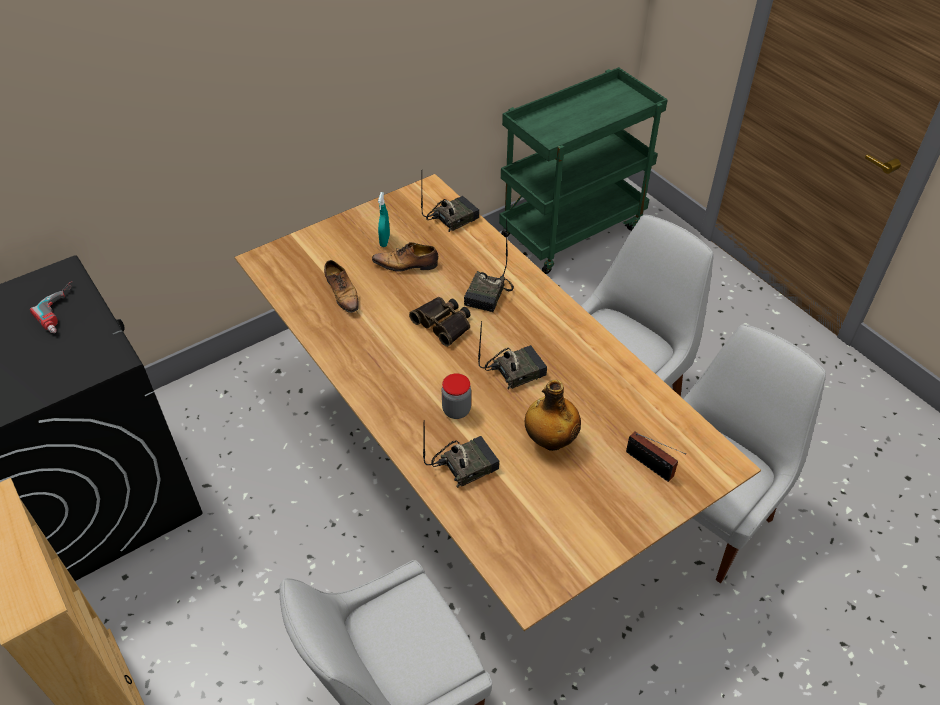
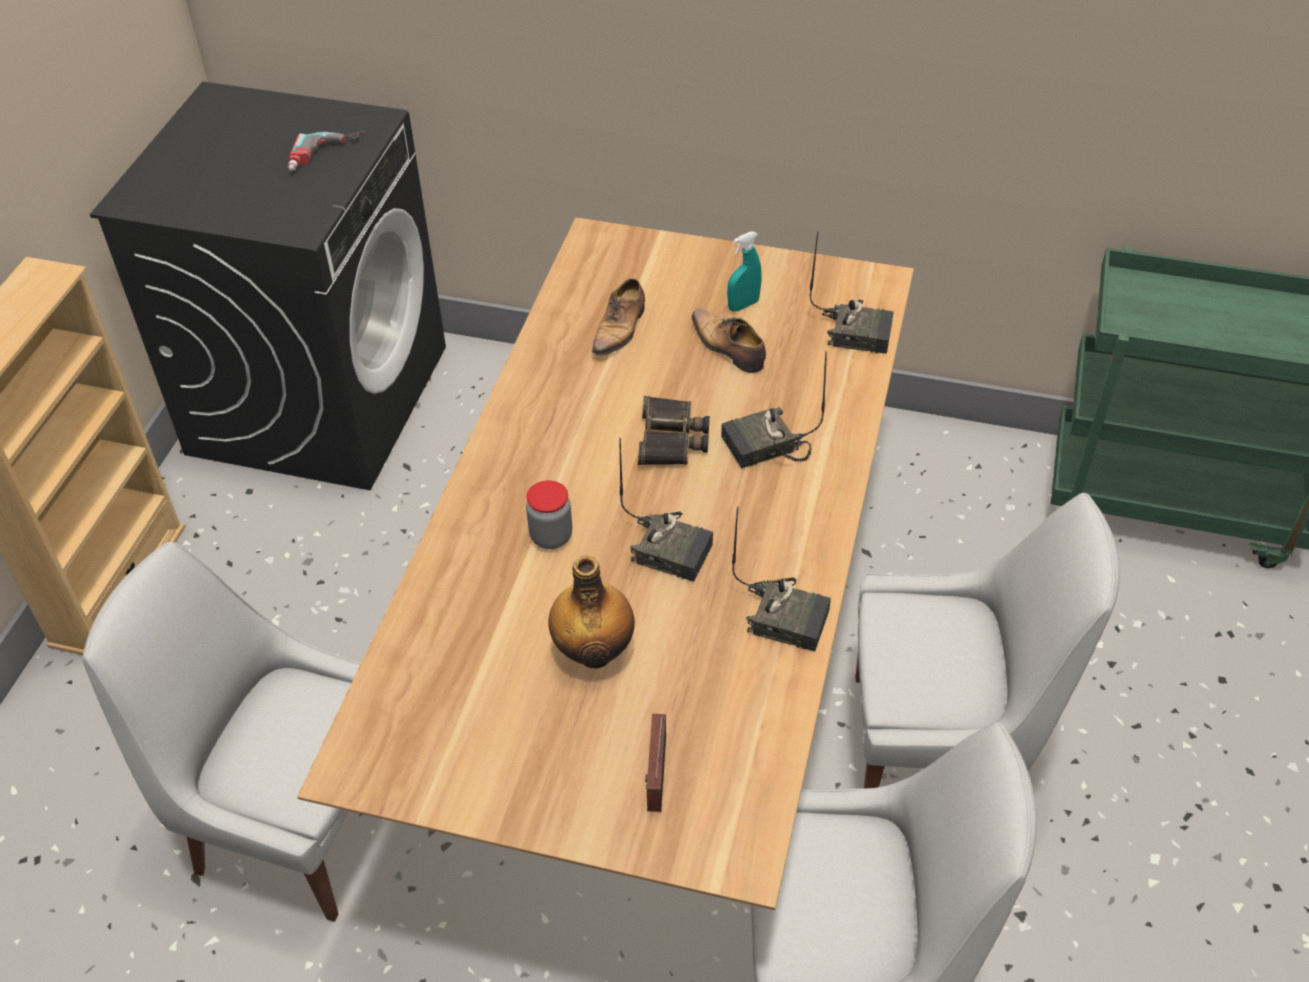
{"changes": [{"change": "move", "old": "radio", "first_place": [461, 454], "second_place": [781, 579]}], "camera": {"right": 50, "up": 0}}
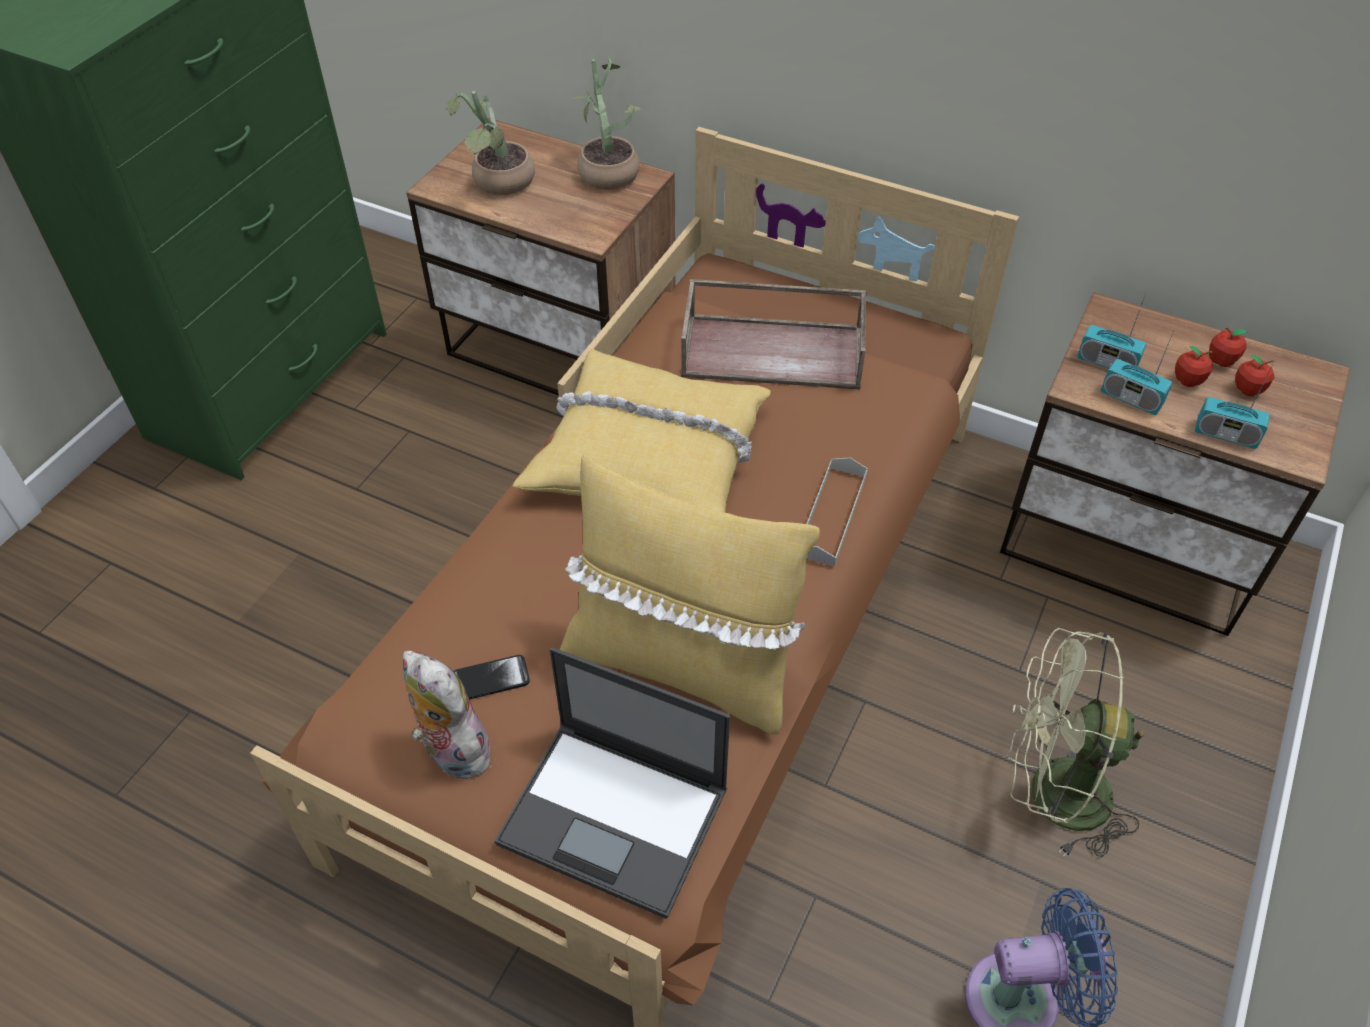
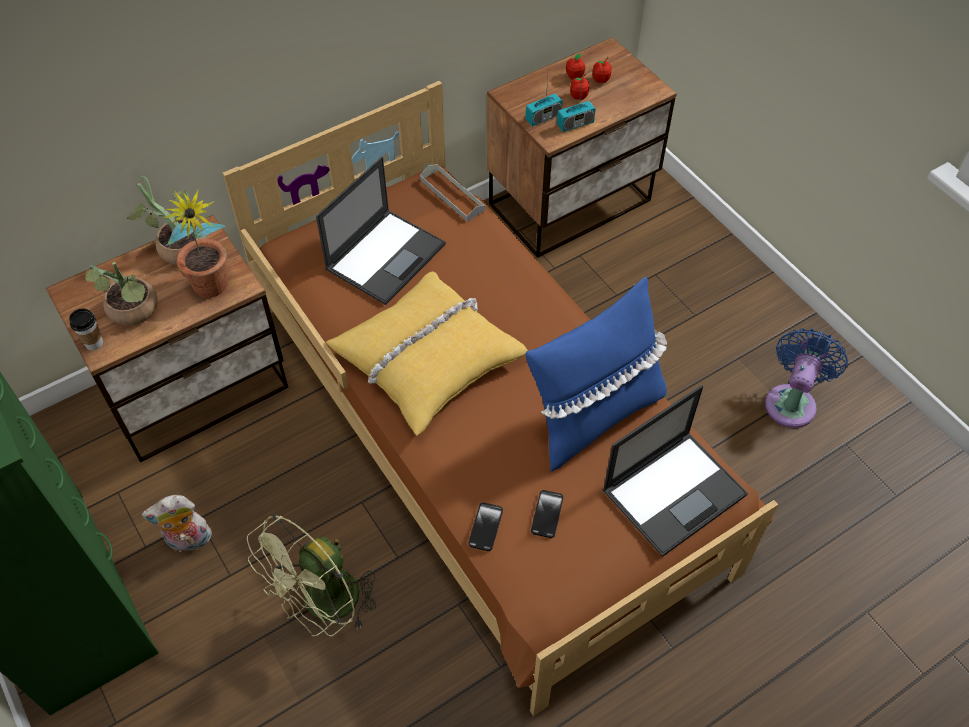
{"changes": [{"change": "insert", "new": "tasse", "second_place": [86, 329]}, {"change": "move", "old": "peluche", "first_place": [448, 715], "second_place": [176, 523]}, {"change": "insert", "new": "plante en pot", "second_place": [196, 244]}, {"change": "move", "old": "ventilateur/vert", "first_place": [1075, 743], "second_place": [311, 575]}, {"change": "replace", "old": "plateau/marron", "new": "ordinateur portable", "first_place": [774, 334], "second_place": [381, 231]}, {"change": "move", "old": "plateau/gris", "first_place": [837, 512], "second_place": [453, 193]}, {"change": "insert", "new": "téléphone", "second_place": [485, 526]}, {"change": "recolor", "old": "coussin/jaune", "new": "coussin/bleu", "first_place": [690, 594], "second_place": [596, 374]}, {"change": "delete", "old": "radio", "first_place": [1234, 407]}], "camera": {"right": -60, "up": 5}}
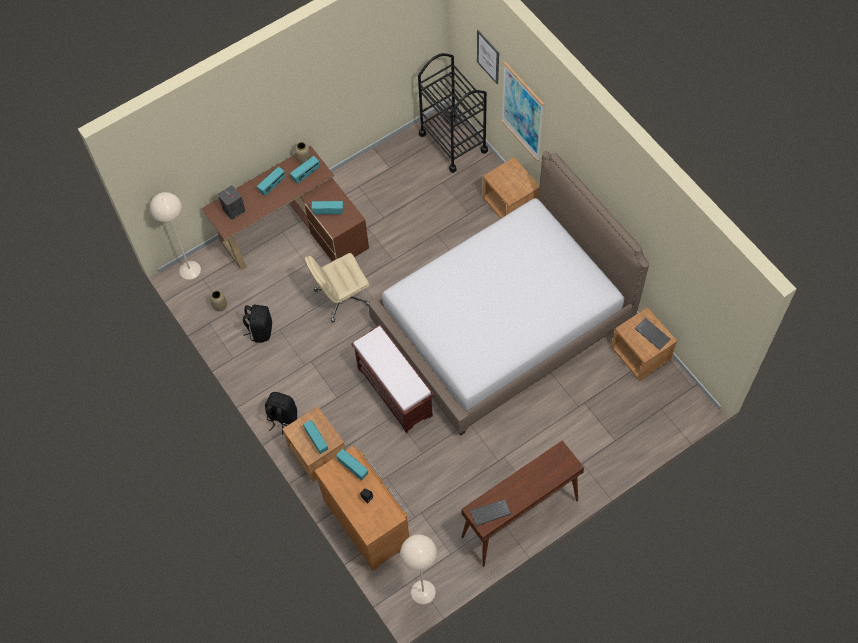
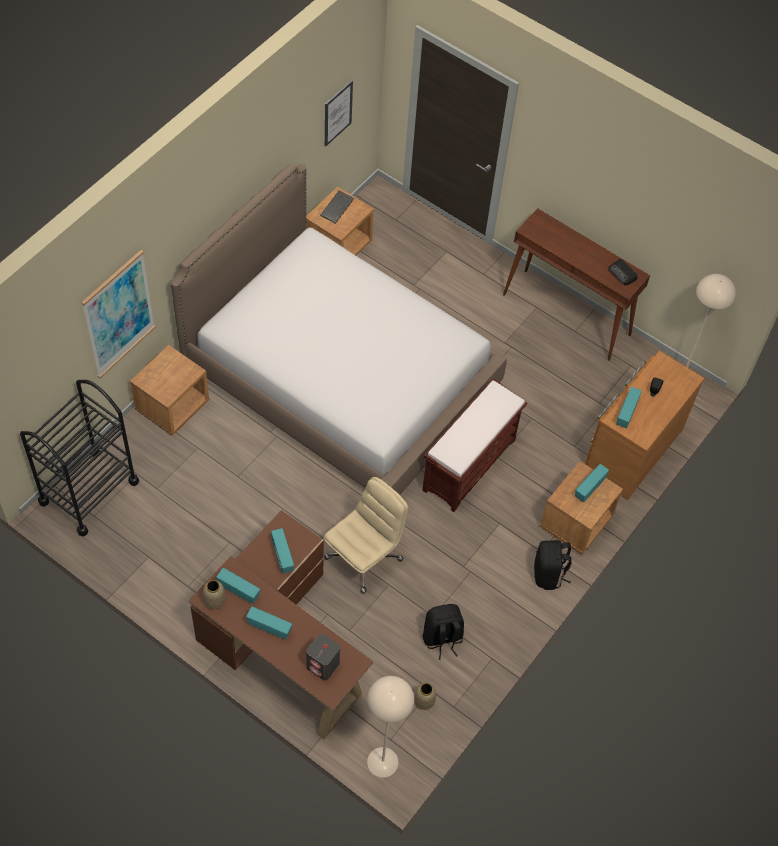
{"changes": [{"change": "rotate", "old": "chaise de bureau/beige", "first_place": [337, 287], "second_place": [365, 535], "degrees": -90}, {"change": "move", "old": "tableau", "first_place": [488, 57], "second_place": [339, 113]}, {"change": "replace", "old": "clavier", "new": "radio", "first_place": [490, 512], "second_place": [623, 272]}], "camera": {"right": -115, "up": -5}}
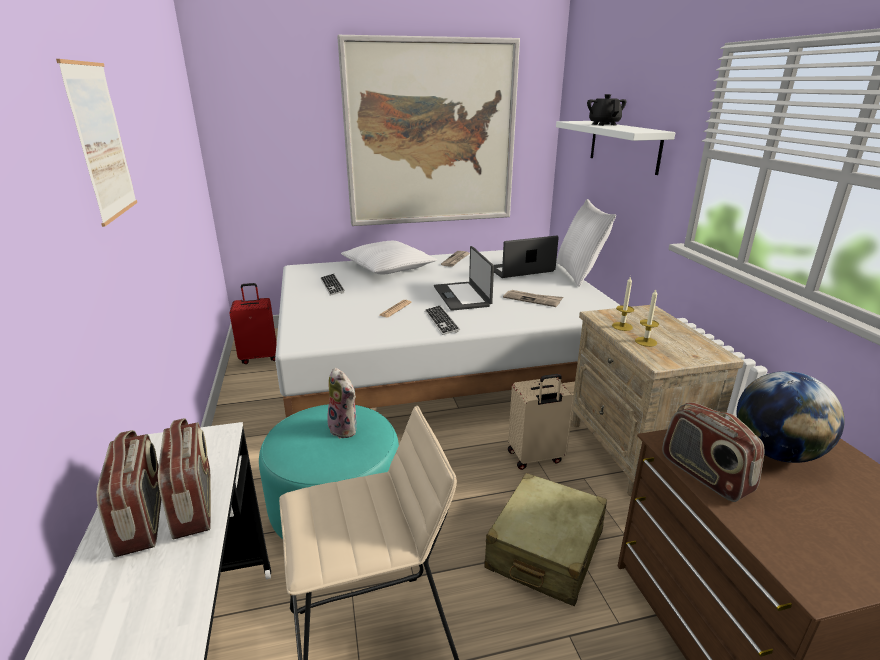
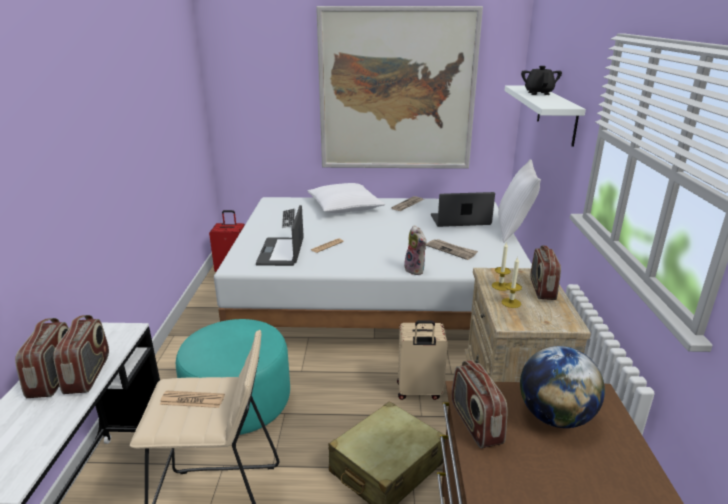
{"changes": [{"change": "insert", "new": "journal", "second_place": [192, 399]}, {"change": "move", "old": "ordinateur portable", "first_place": [464, 278], "second_place": [280, 235]}, {"change": "move", "old": "peluche", "first_place": [342, 403], "second_place": [415, 250]}, {"change": "insert", "new": "radio", "second_place": [545, 272]}, {"change": "delete", "old": "tableau", "first_place": [96, 143]}, {"change": "delete", "old": "clavier", "first_place": [442, 320]}], "camera": {"right": 15, "up": 0}}
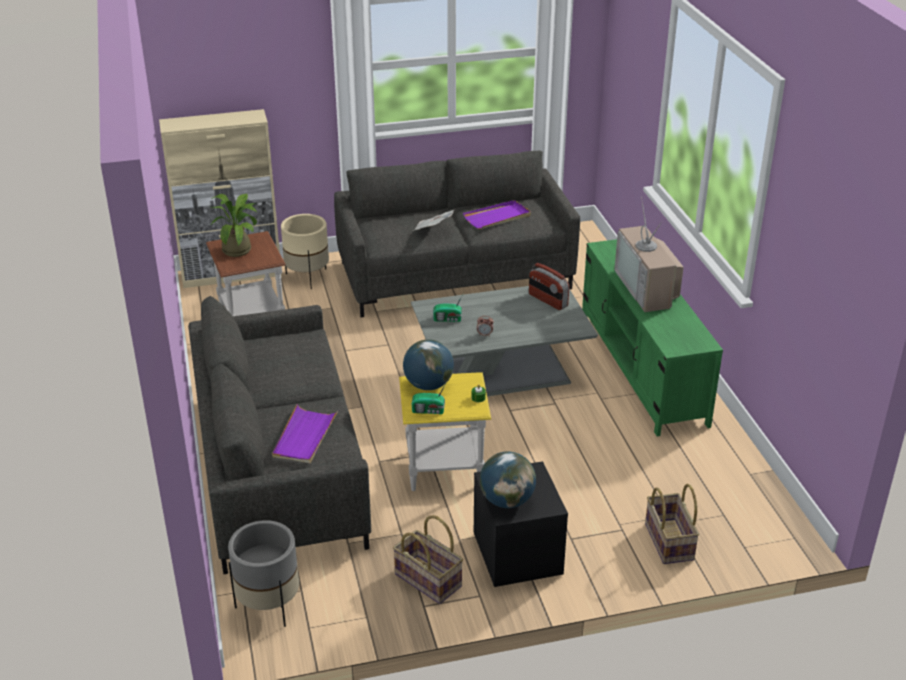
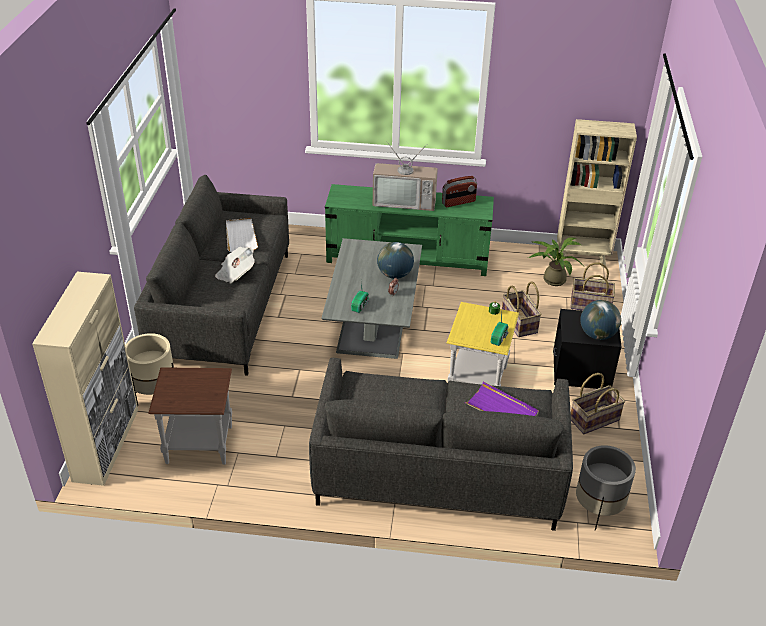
{"changes": [{"change": "recolor", "old": "plateau/violet", "new": "plateau/blanc", "first_place": [497, 214], "second_place": [242, 235]}, {"change": "move", "old": "globe", "first_place": [428, 364], "second_place": [395, 260]}, {"change": "move", "old": "radio", "first_place": [549, 286], "second_place": [459, 191]}, {"change": "insert", "new": "panier", "second_place": [522, 309]}, {"change": "move", "old": "plante en pot", "first_place": [233, 225], "second_place": [556, 261]}, {"change": "insert", "new": "bibliothèque/beige", "second_place": [597, 193]}], "camera": {"right": -70, "up": 5}}
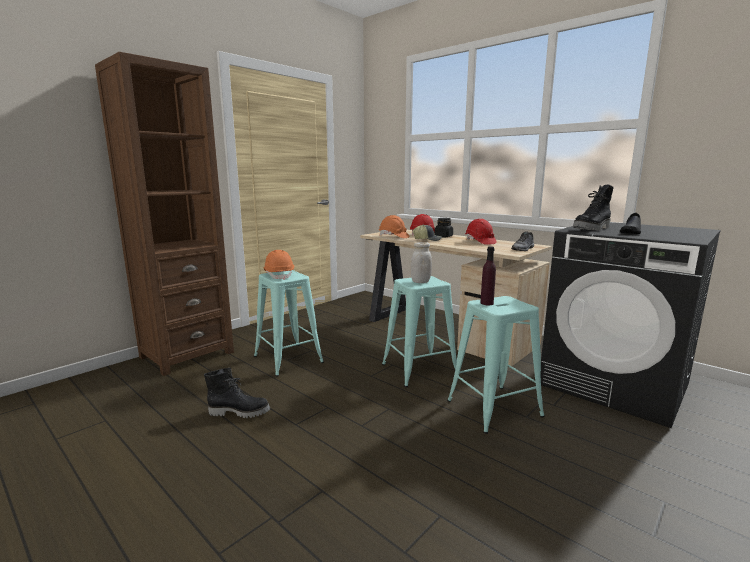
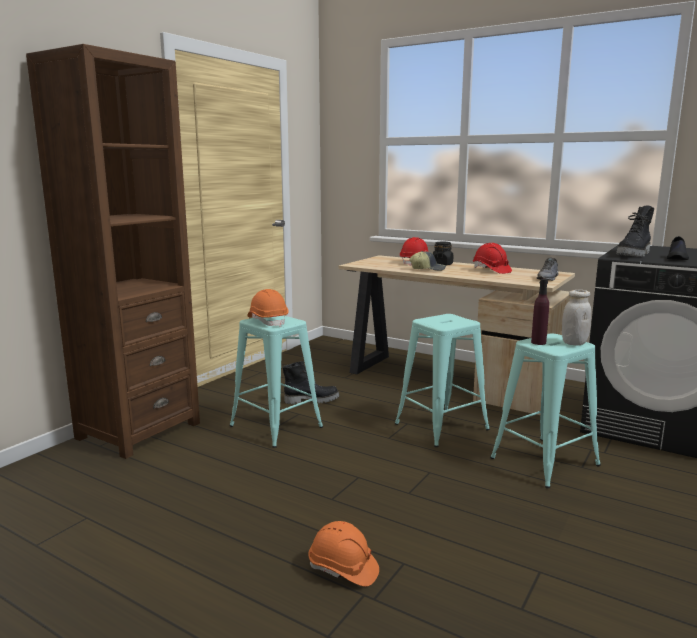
{"changes": [{"change": "move", "old": "botte/noir", "first_place": [237, 393], "second_place": [311, 382]}, {"change": "move", "old": "casque de chantier/orange", "first_place": [394, 226], "second_place": [343, 554]}, {"change": "move", "old": "bocal/blanc", "first_place": [421, 262], "second_place": [577, 317]}], "camera": {"right": -10, "up": 0}}
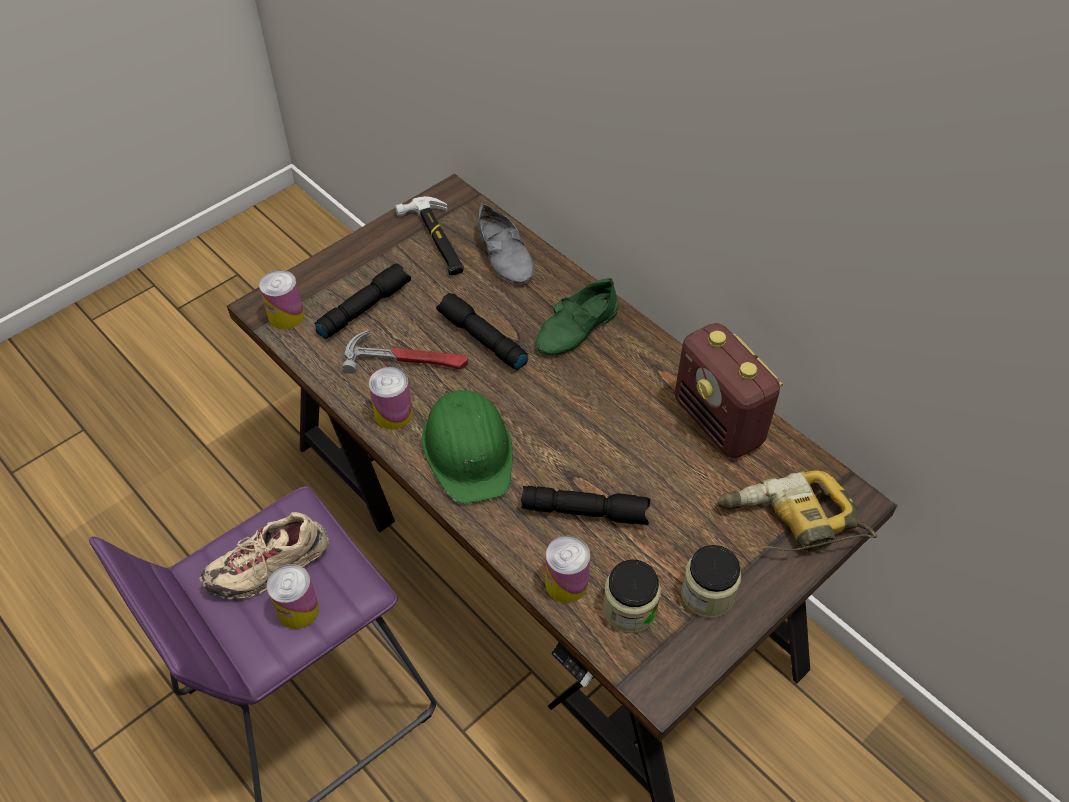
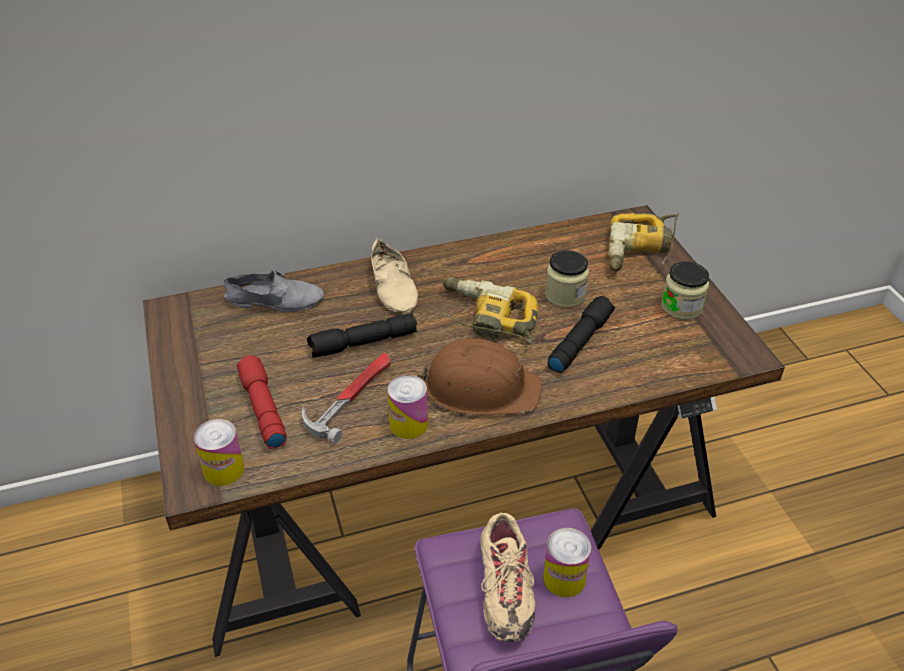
{"changes": [{"change": "recolor", "old": "lampe de poche/noir", "new": "lampe de poche/rouge", "first_place": [362, 301], "second_place": [262, 402]}, {"change": "recolor", "old": "chaussure/vert", "new": "chaussure/beige", "first_place": [577, 316], "second_place": [394, 276]}, {"change": "recolor", "old": "casque de chantier/vert", "new": "casque de chantier/marron", "first_place": [467, 447], "second_place": [479, 377]}, {"change": "insert", "new": "perceuse", "second_place": [490, 311]}, {"change": "move", "old": "bocal", "first_place": [632, 596], "second_place": [567, 279]}, {"change": "delete", "old": "marteau", "first_place": [429, 235]}, {"change": "delete", "old": "boîte métallique", "first_place": [567, 569]}, {"change": "delete", "old": "radio", "first_place": [729, 390]}], "camera": {"right": -65, "up": -10}}
